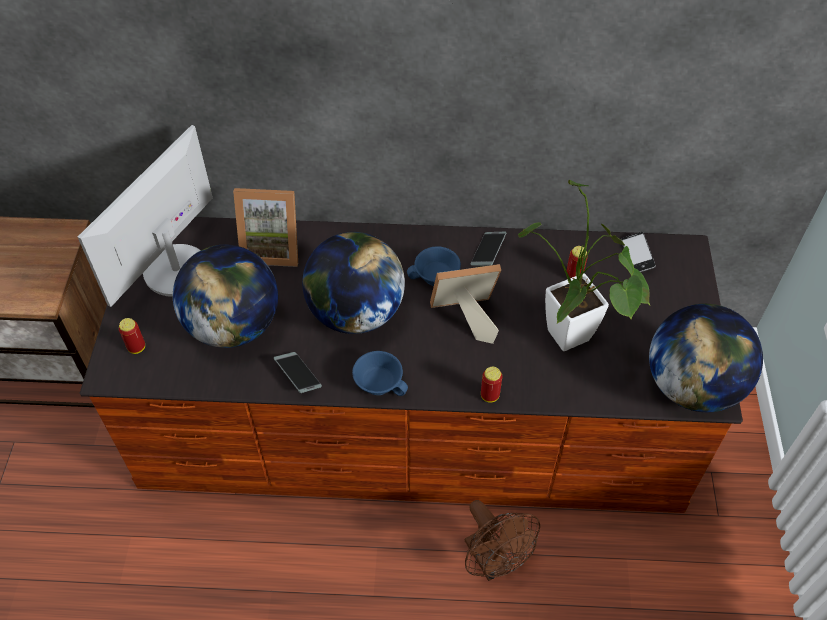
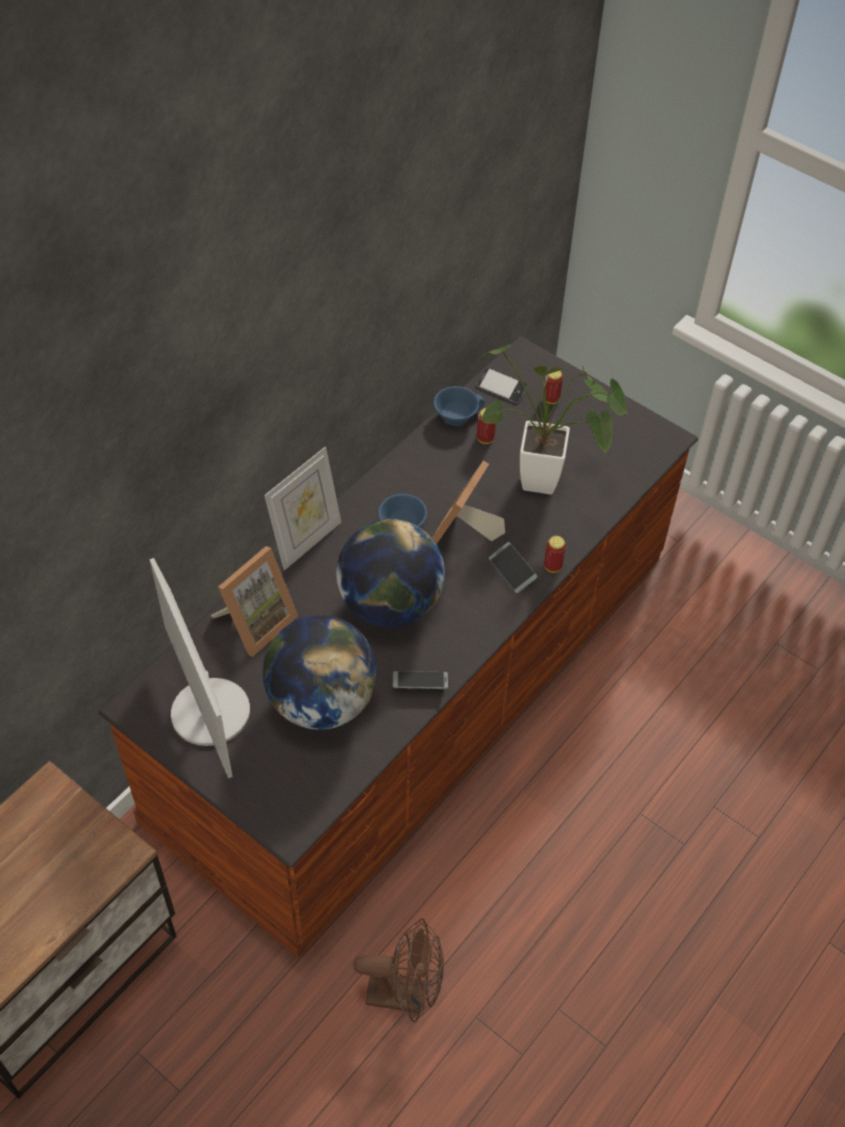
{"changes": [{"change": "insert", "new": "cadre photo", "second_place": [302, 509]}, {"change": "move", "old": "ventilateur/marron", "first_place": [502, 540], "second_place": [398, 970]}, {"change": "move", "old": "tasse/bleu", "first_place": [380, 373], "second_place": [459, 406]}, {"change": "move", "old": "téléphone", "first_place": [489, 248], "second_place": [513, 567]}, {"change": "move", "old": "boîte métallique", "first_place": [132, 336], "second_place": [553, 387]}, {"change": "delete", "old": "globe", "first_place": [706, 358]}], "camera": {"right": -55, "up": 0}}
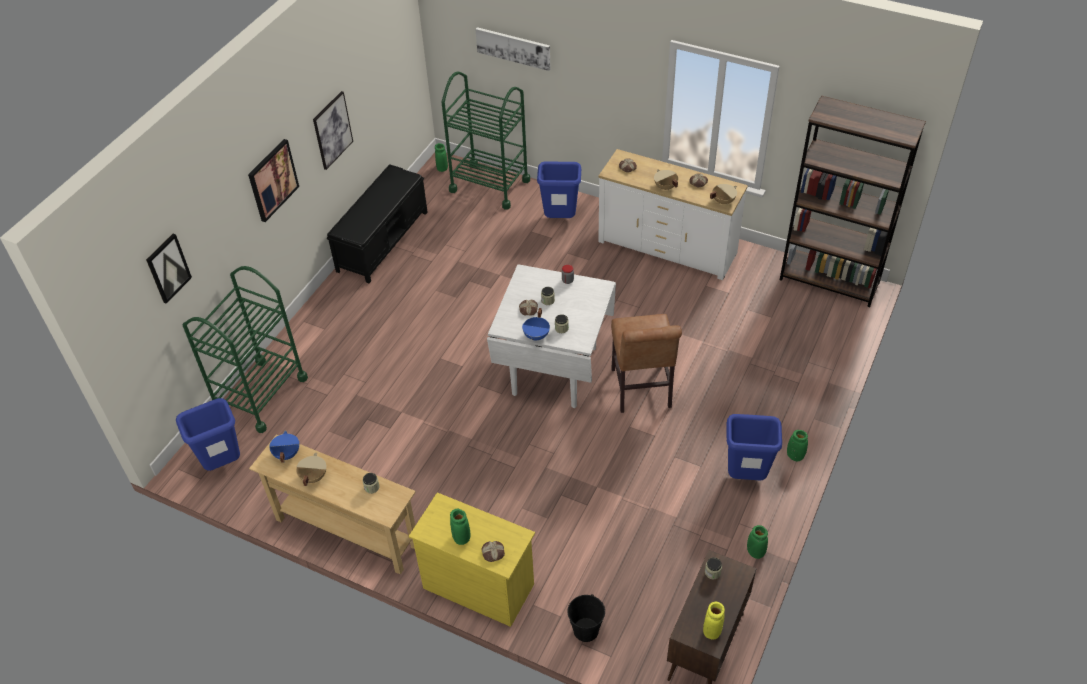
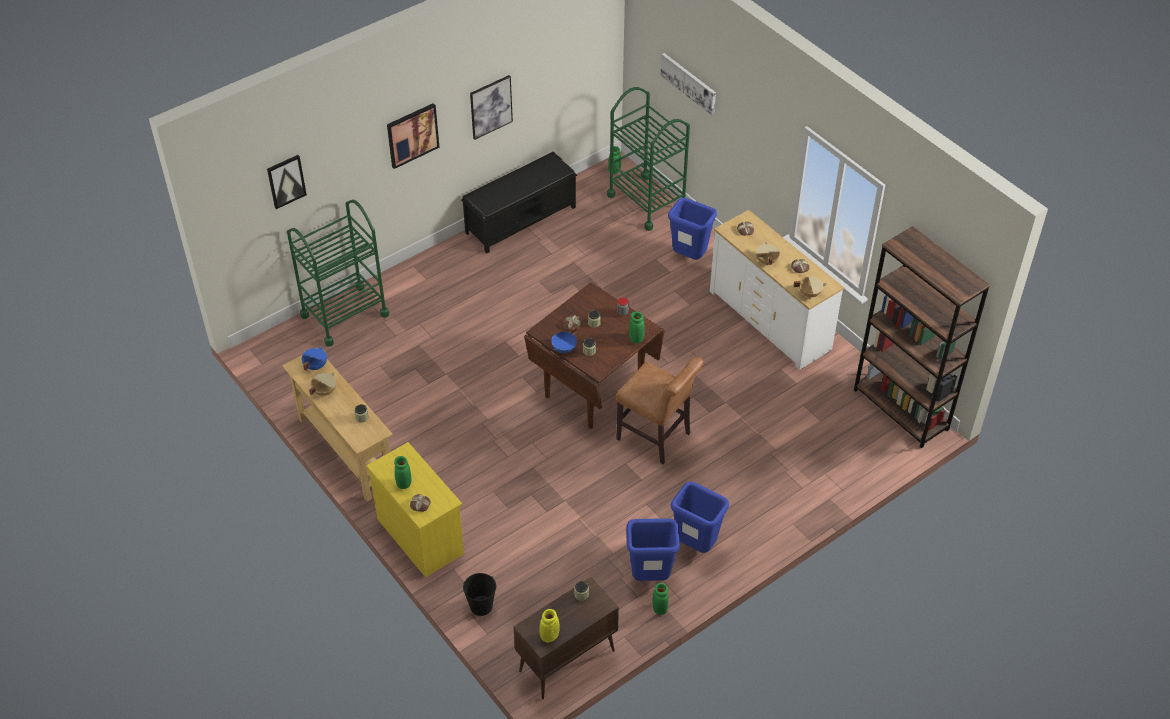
{"changes": [{"change": "recolor", "old": "table à manger/blanc", "new": "table à manger/marron", "first_place": [551, 336], "second_place": [594, 355]}, {"change": "rotate", "old": "chaise/marron", "first_place": [646, 363], "second_place": [660, 410], "degrees": -75}, {"change": "move", "old": "poubelle/bleu", "first_place": [208, 434], "second_place": [653, 549]}, {"change": "move", "old": "vase/vert", "first_place": [797, 445], "second_place": [636, 327]}], "camera": {"right": 25, "up": 0}}
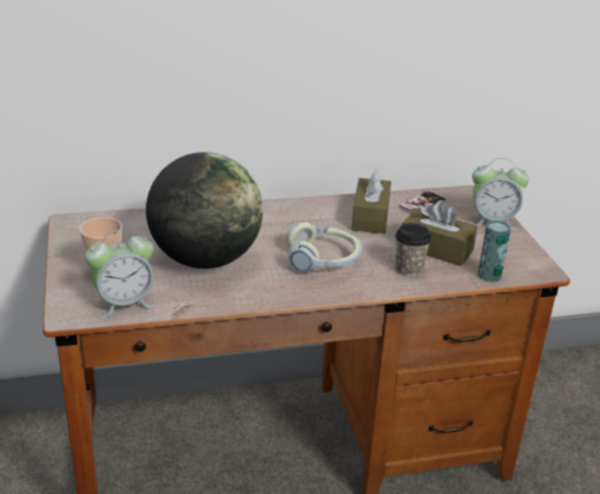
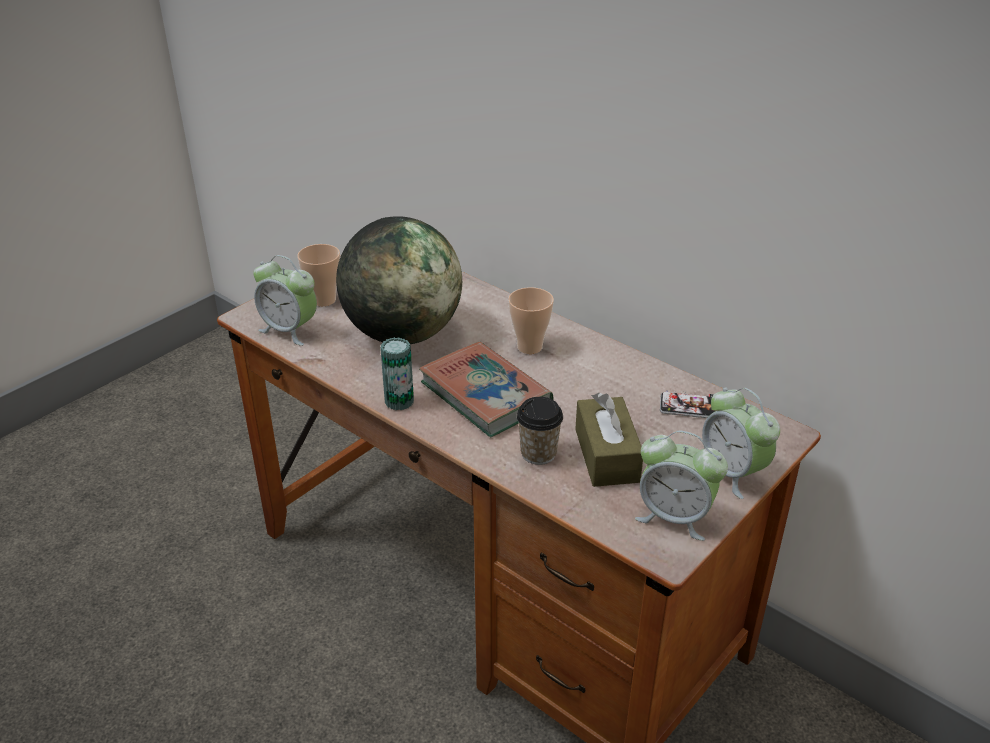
{"changes": [{"change": "move", "old": "boîte métallique", "first_place": [494, 251], "second_place": [397, 373]}, {"change": "replace", "old": "casque audio", "new": "livre", "first_place": [324, 246], "second_place": [486, 389]}, {"change": "insert", "new": "tasse", "second_place": [531, 320]}, {"change": "insert", "new": "réveil", "second_place": [681, 486]}, {"change": "delete", "old": "boîte à mouchoirs/marron", "first_place": [371, 201]}], "camera": {"right": 55, "up": 5}}
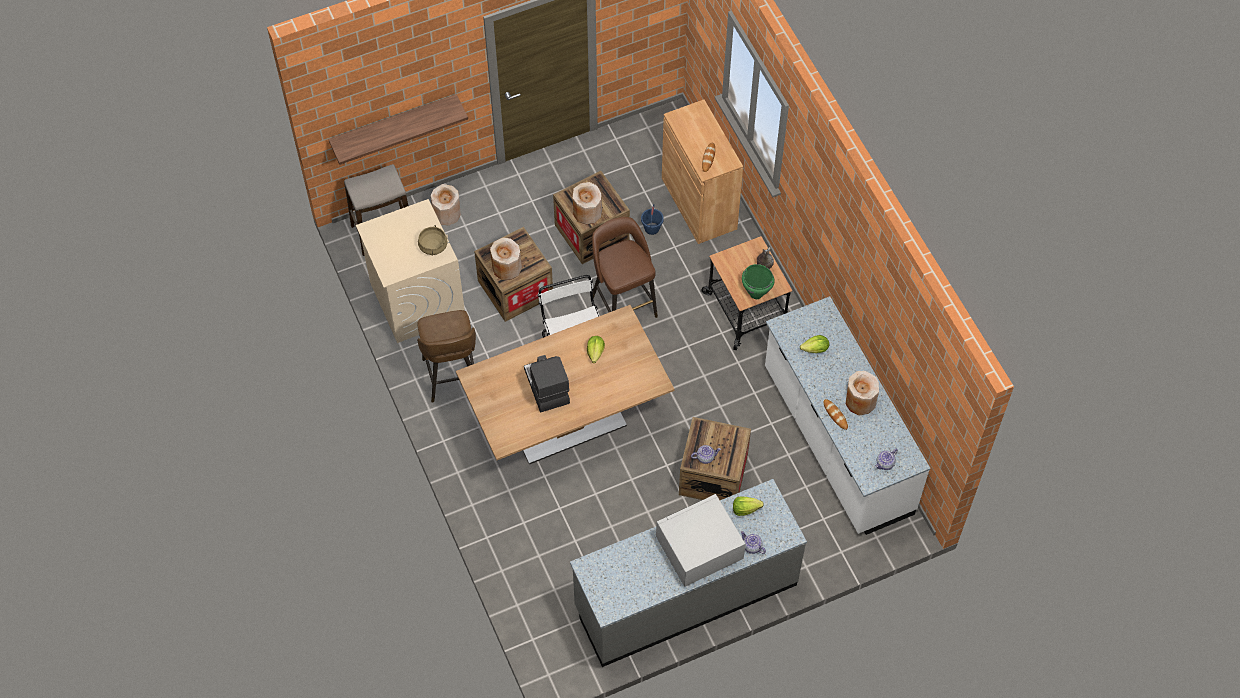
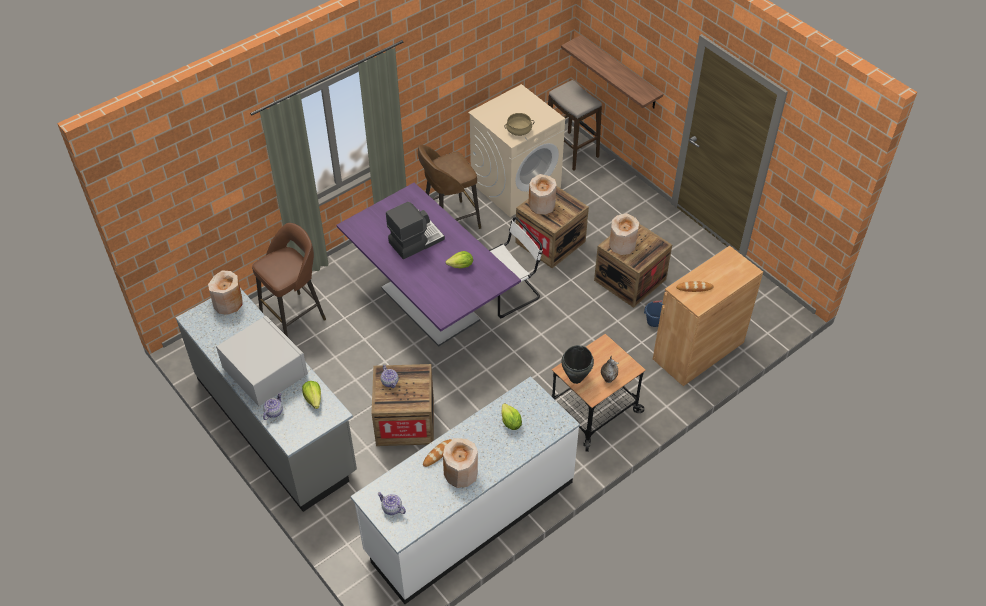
{"changes": [{"change": "move", "old": "vase/beige", "first_place": [446, 204], "second_place": [225, 292]}, {"change": "move", "old": "tabouret/marron", "first_place": [625, 267], "second_place": [289, 280]}, {"change": "recolor", "old": "table à manger/marron", "new": "table à manger/violet", "first_place": [565, 385], "second_place": [428, 264]}, {"change": "recolor", "old": "marmite/vert", "new": "marmite/noir", "first_place": [758, 281], "second_place": [577, 364]}], "camera": {"right": 75, "up": -10}}
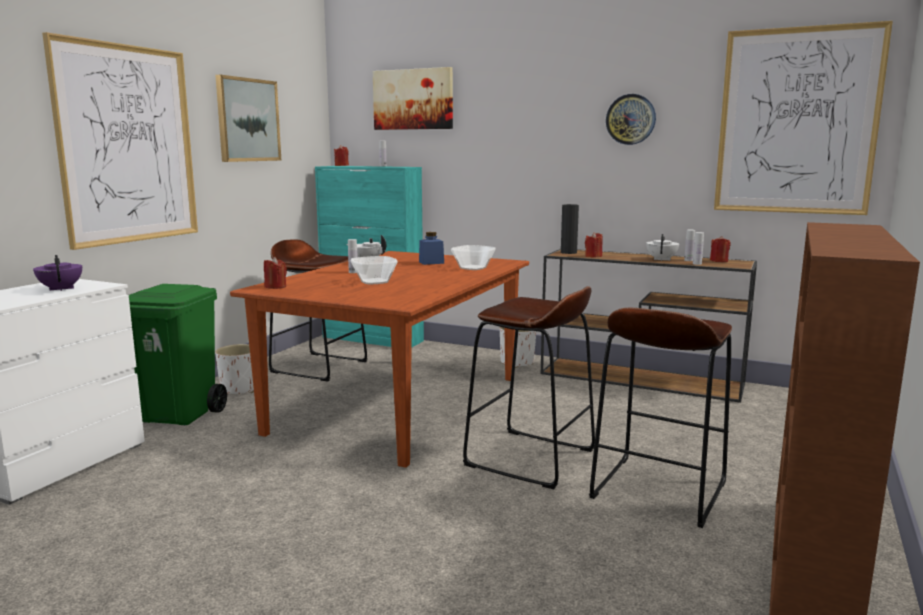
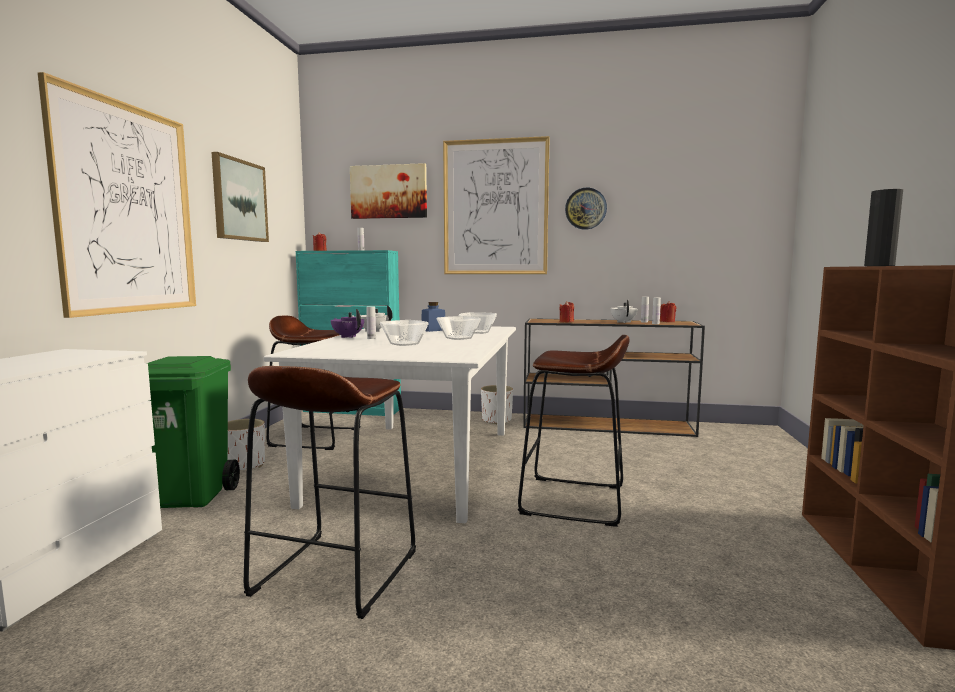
{"changes": [{"change": "move", "old": "tabouret/marron", "first_place": [660, 418], "second_place": [330, 492]}, {"change": "recolor", "old": "table à manger/marron", "new": "table à manger/blanc", "first_place": [379, 359], "second_place": [390, 424]}, {"change": "move", "old": "théière/violet", "first_place": [57, 273], "second_place": [347, 323]}, {"change": "insert", "new": "bol", "second_place": [459, 328]}, {"change": "move", "old": "tableau", "first_place": [803, 118], "second_place": [496, 205]}, {"change": "move", "old": "vase/noir", "first_place": [570, 229], "second_place": [883, 227]}, {"change": "delete", "old": "bougie/rouge", "first_place": [275, 273]}], "camera": {"right": -15, "up": -5}}
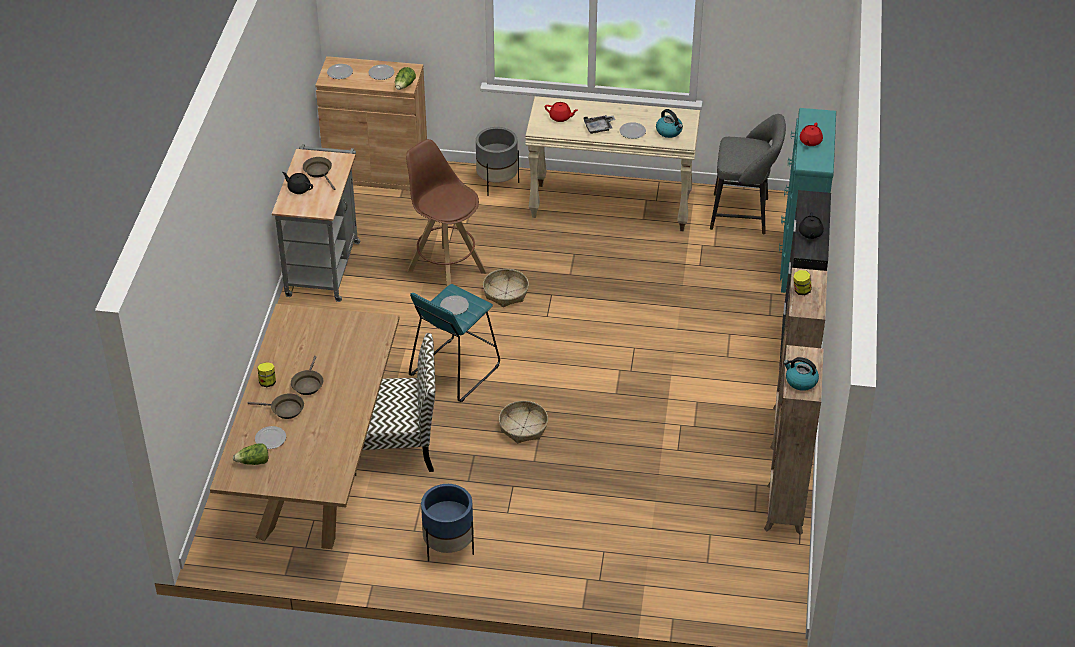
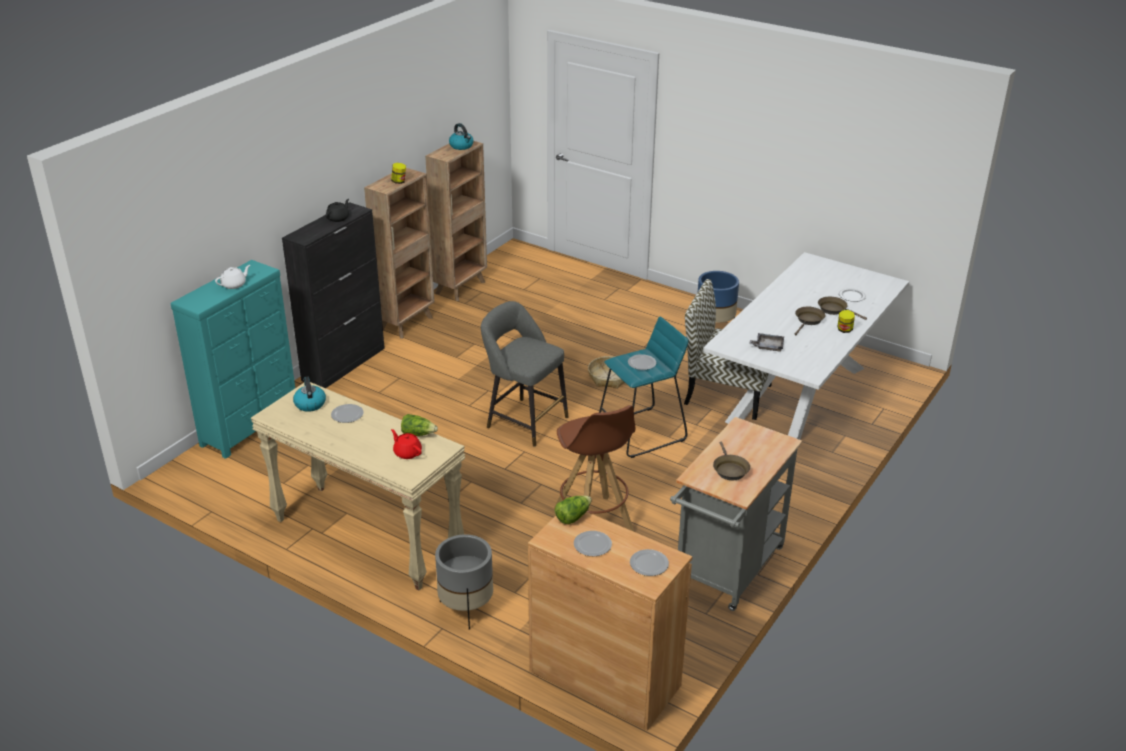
{"changes": [{"change": "recolor", "old": "théière/rouge", "new": "théière/blanc", "first_place": [811, 134], "second_place": [232, 277]}, {"change": "move", "old": "laitue", "first_place": [250, 454], "second_place": [419, 425]}, {"change": "move", "old": "tabouret/gris", "first_place": [748, 174], "second_place": [525, 374]}, {"change": "recolor", "old": "table à manger/marron", "new": "table à manger/blanc", "first_place": [304, 426], "second_place": [806, 346]}, {"change": "move", "old": "plateau/gris", "first_place": [599, 124], "second_place": [766, 342]}, {"change": "delete", "old": "théière/noir", "first_place": [297, 183]}, {"change": "delete", "old": "panier", "first_place": [506, 288]}], "camera": {"right": -155, "up": -10}}
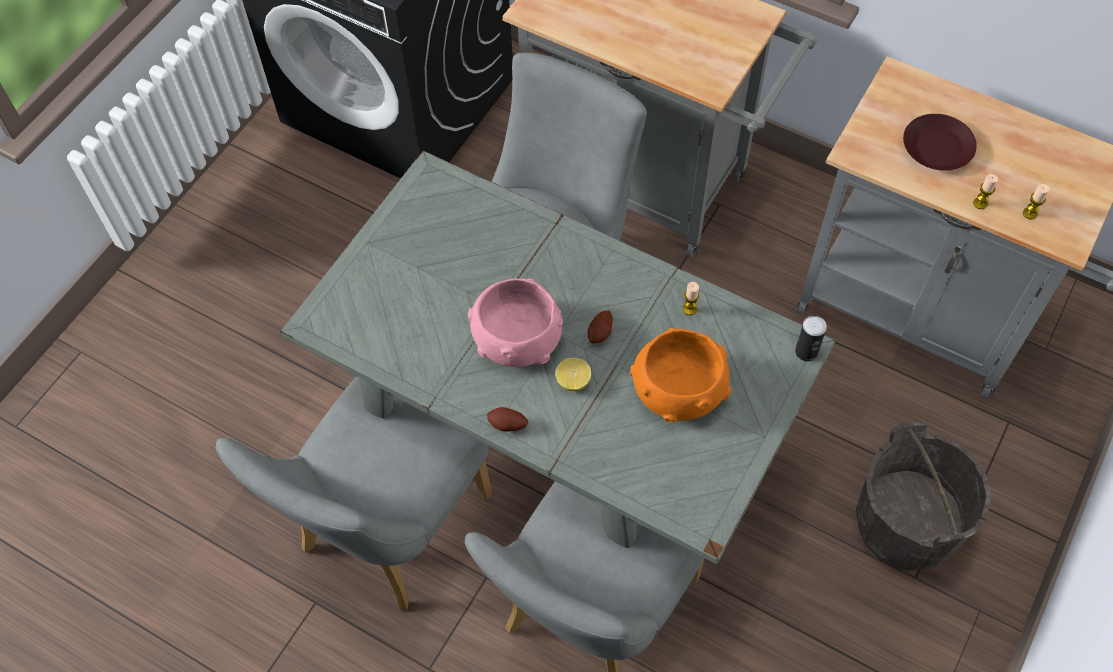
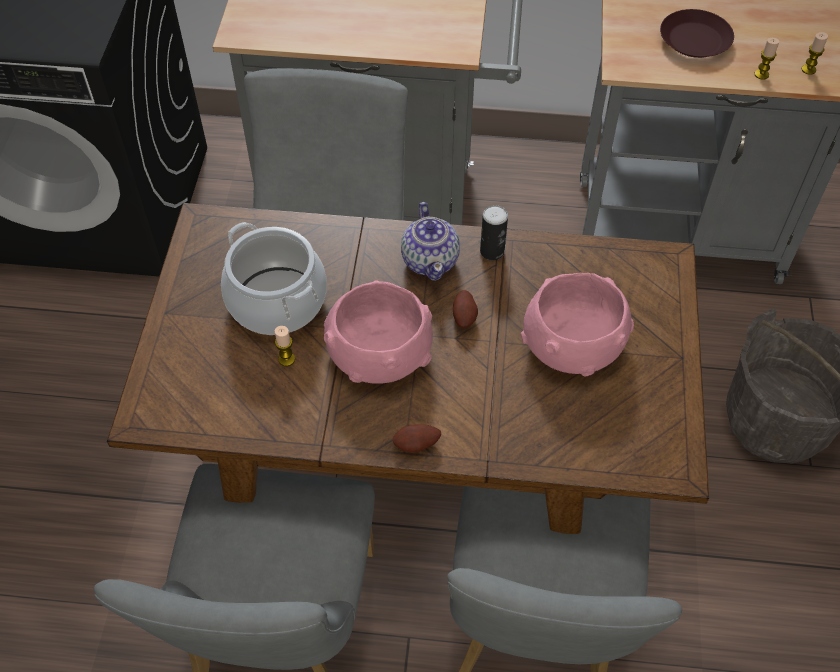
{"changes": [{"change": "recolor", "old": "table à manger/gris", "new": "table à manger/marron", "first_place": [558, 357], "second_place": [408, 368]}, {"change": "insert", "new": "marmite", "second_place": [274, 278]}, {"change": "move", "old": "bougie", "first_place": [691, 298], "second_place": [285, 346]}, {"change": "insert", "new": "théière", "second_place": [430, 241]}, {"change": "move", "old": "boîte métallique", "first_place": [811, 338], "second_place": [494, 232]}, {"change": "recolor", "old": "bol/orange", "new": "bol/rose", "first_place": [681, 375], "second_place": [577, 324]}, {"change": "delete", "old": "citron", "first_place": [573, 374]}], "camera": {"right": -25, "up": -5}}
